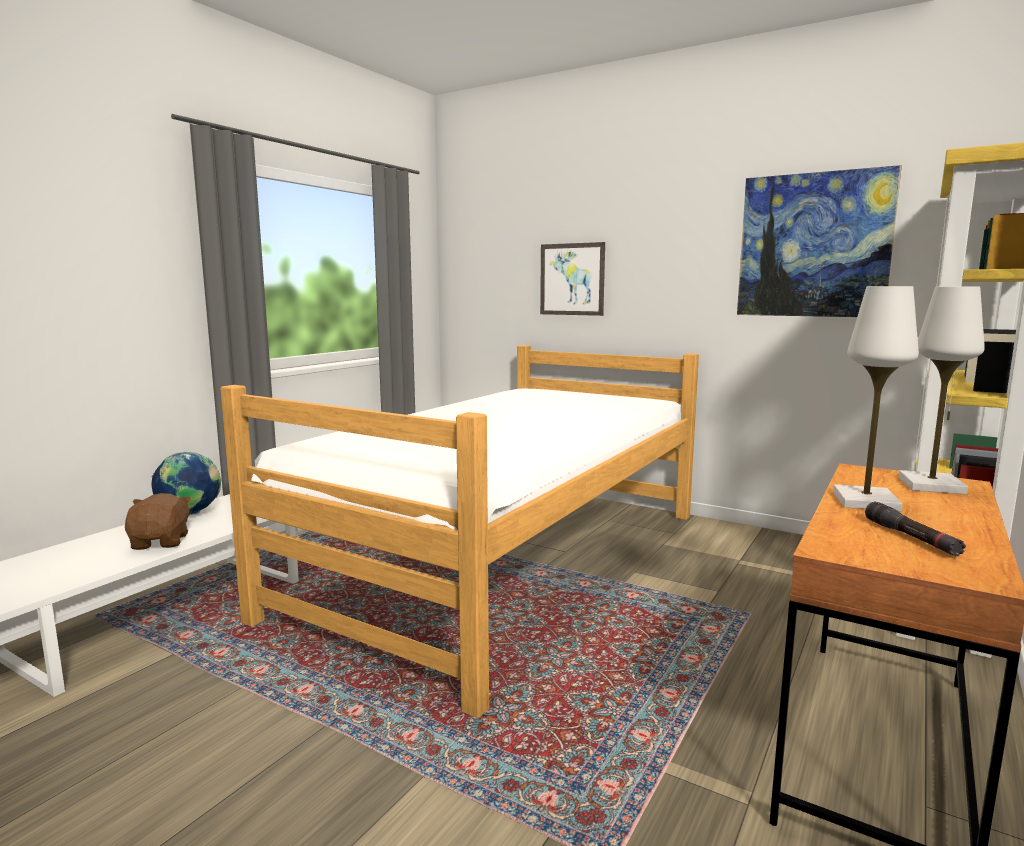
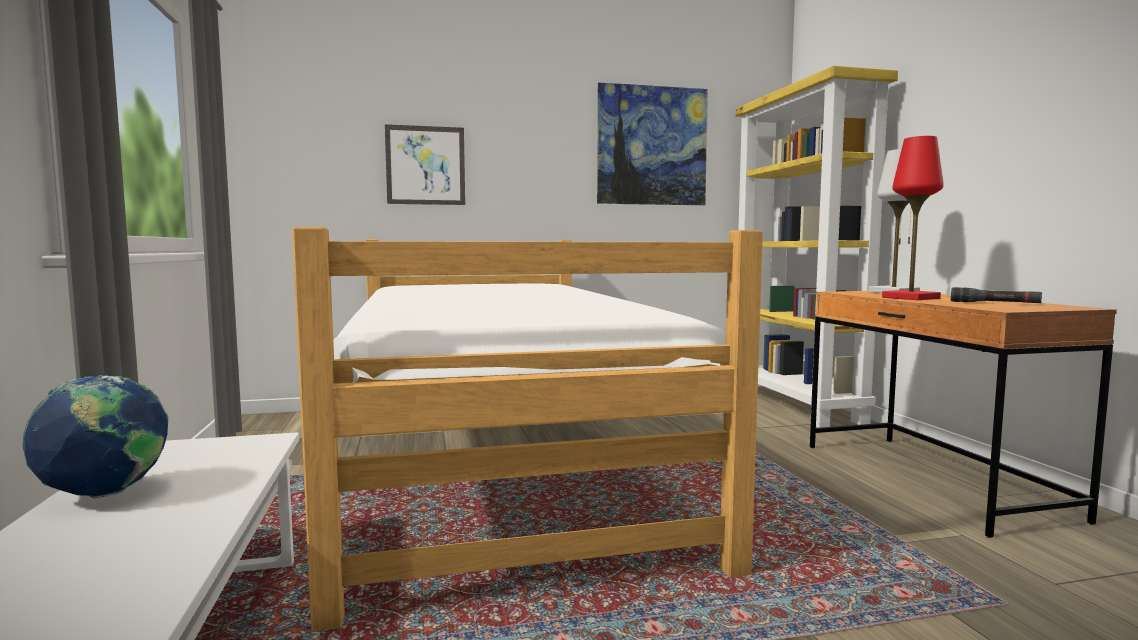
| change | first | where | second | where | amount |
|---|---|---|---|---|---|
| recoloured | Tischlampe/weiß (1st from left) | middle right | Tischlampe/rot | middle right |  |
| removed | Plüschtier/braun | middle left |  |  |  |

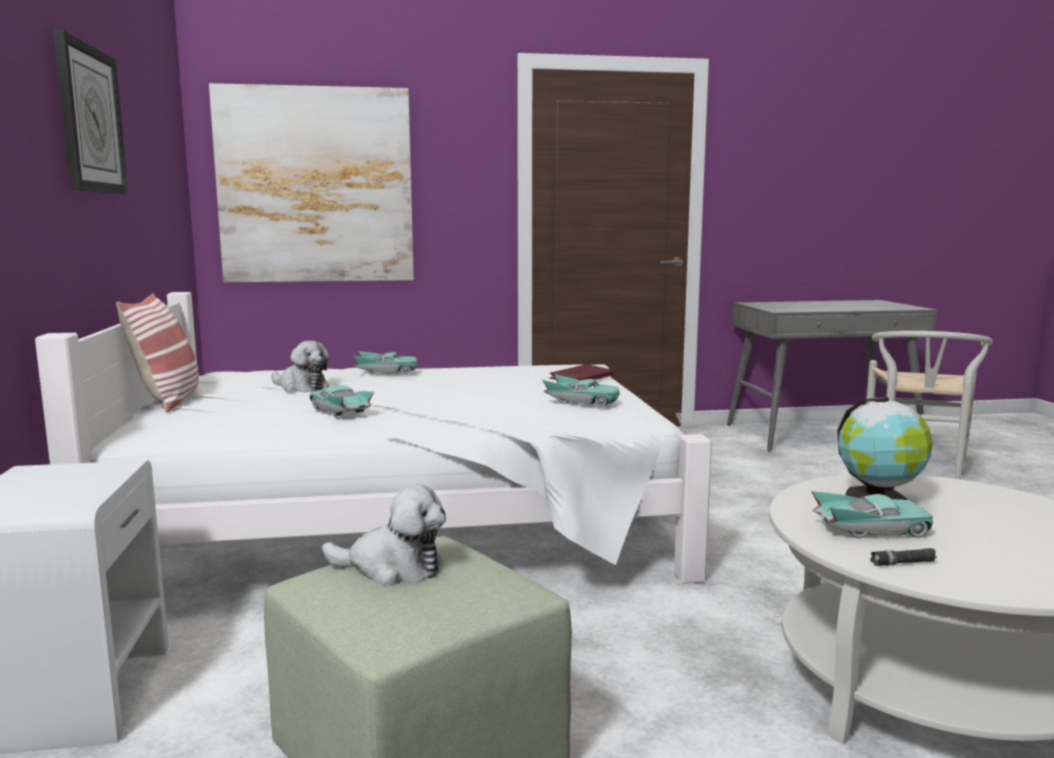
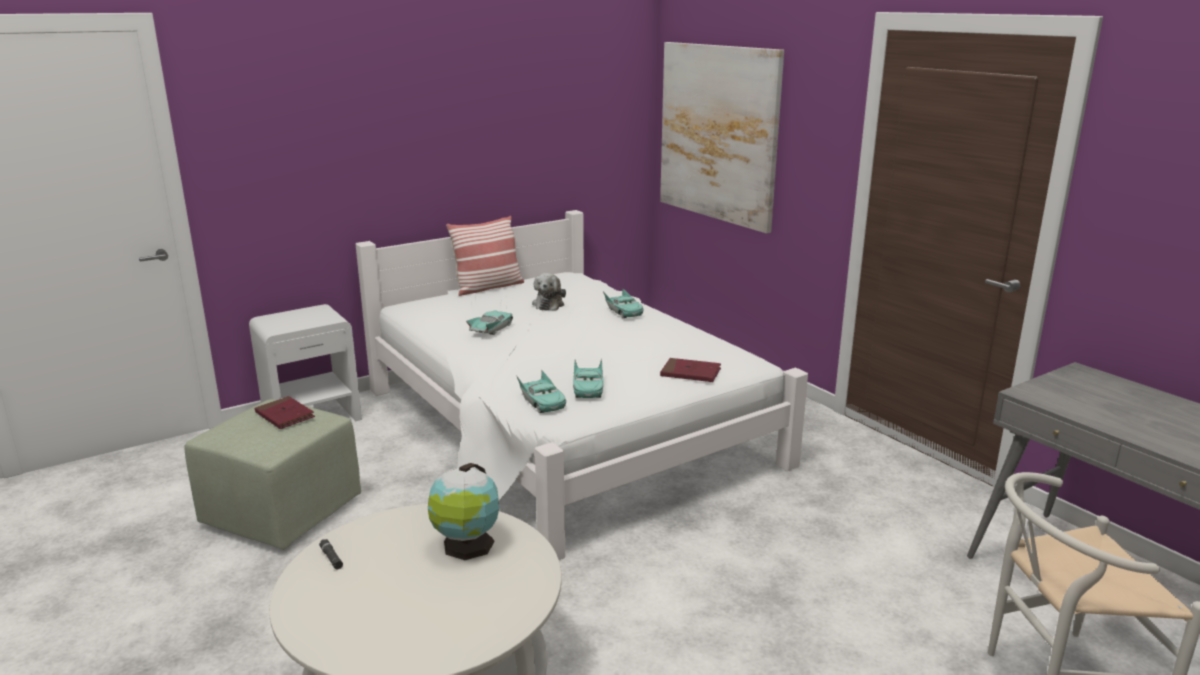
| change | first | where | second | where | amount |
|---|---|---|---|---|---|
| removed | Wanduhr | top left |  |  |  |
| replaced | Plüschtier (2nd from left) | bottom centre | Buch/rot (1st from left) | middle left |  |
| moved | Spielzeugauto/türkis (4th from left in the first image) | bottom right | Spielzeugauto/türkis (2nd from left) | centre |  |

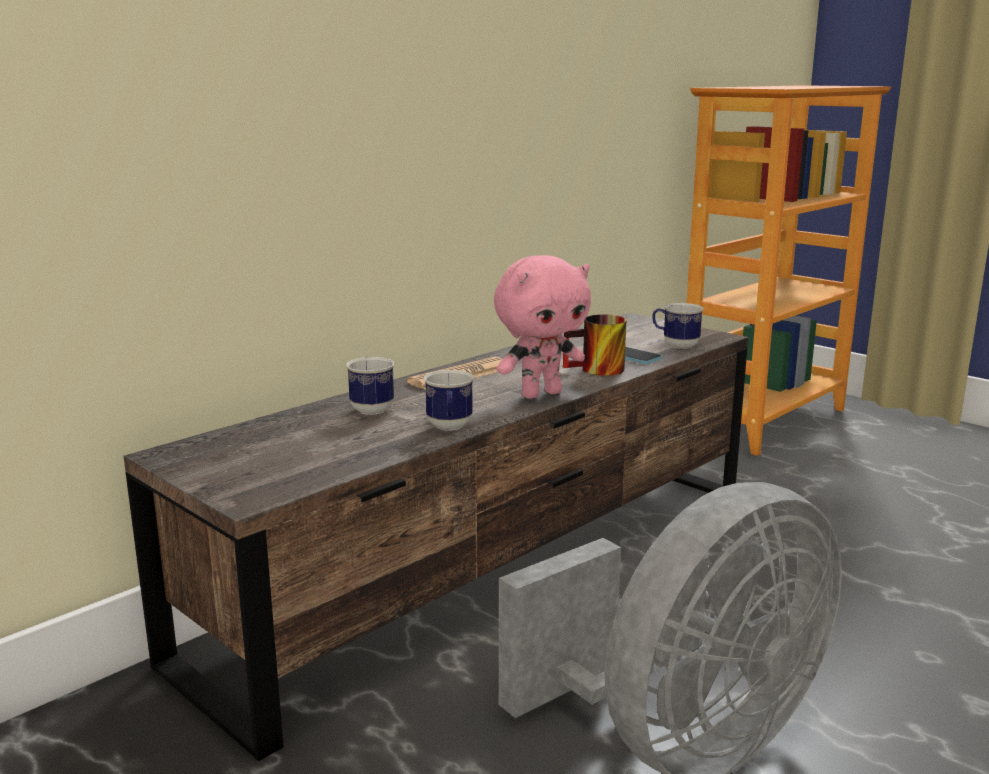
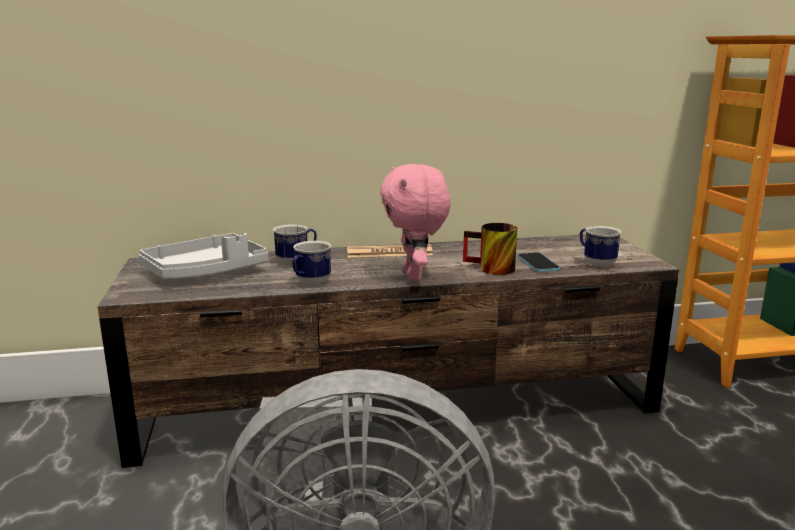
| change | first | where | second | where | amount |
|---|---|---|---|---|---|
| turned | Plüschtier/rosa | centre |  | centre | 75 degrees clockwise |
| added |  |  | Tablett/grau | middle left |  |

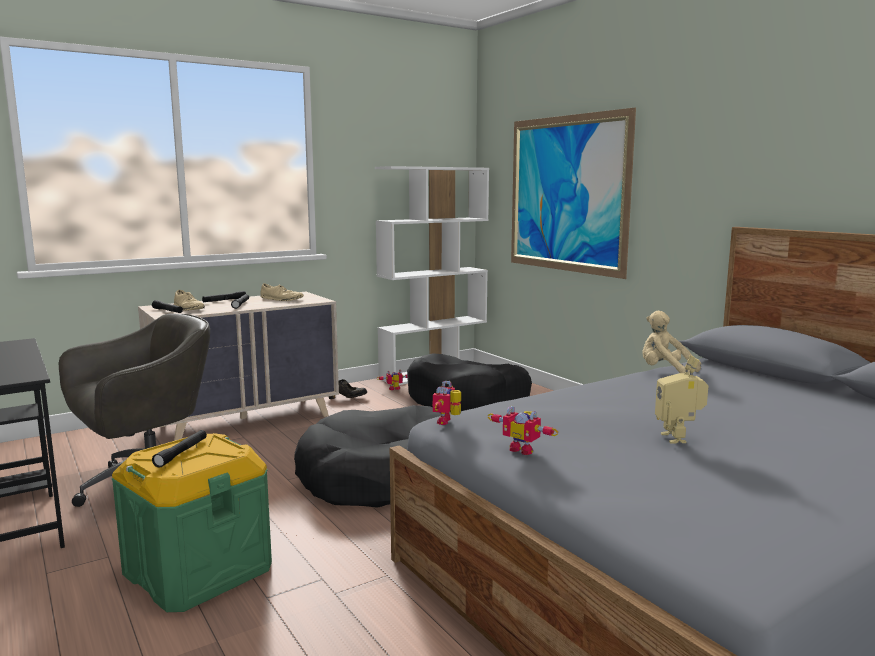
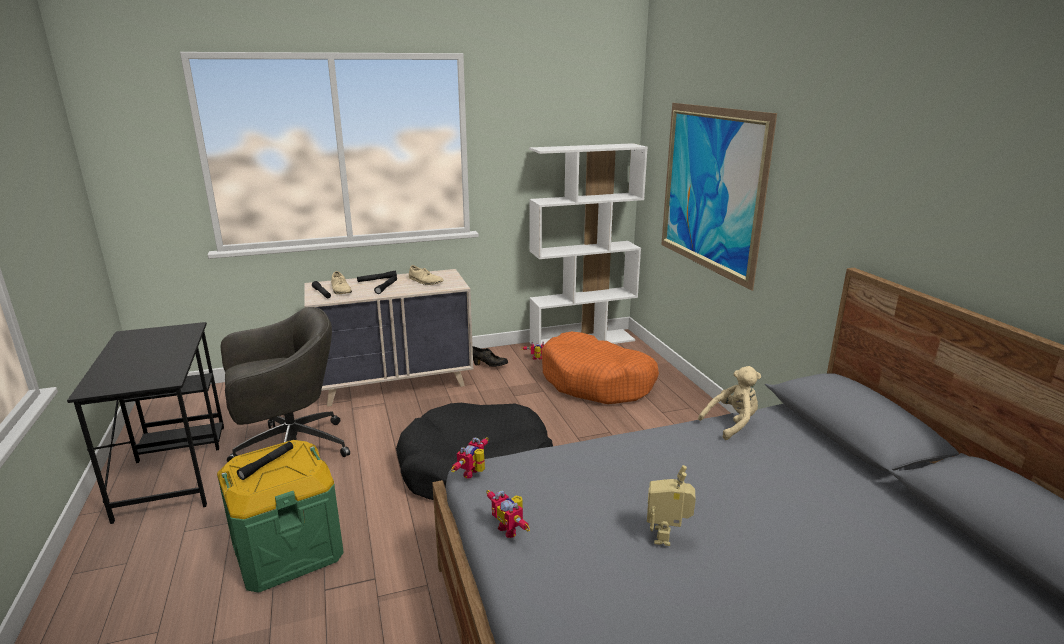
| change | first | where | second | where | amount |
|---|---|---|---|---|---|
| turned | Plüschtier/beige | middle right |  | middle right | 105 degrees clockwise |
| recoloured | Hundebett/schwarz (2nd from left) | centre | Hundebett/orange | centre |  |

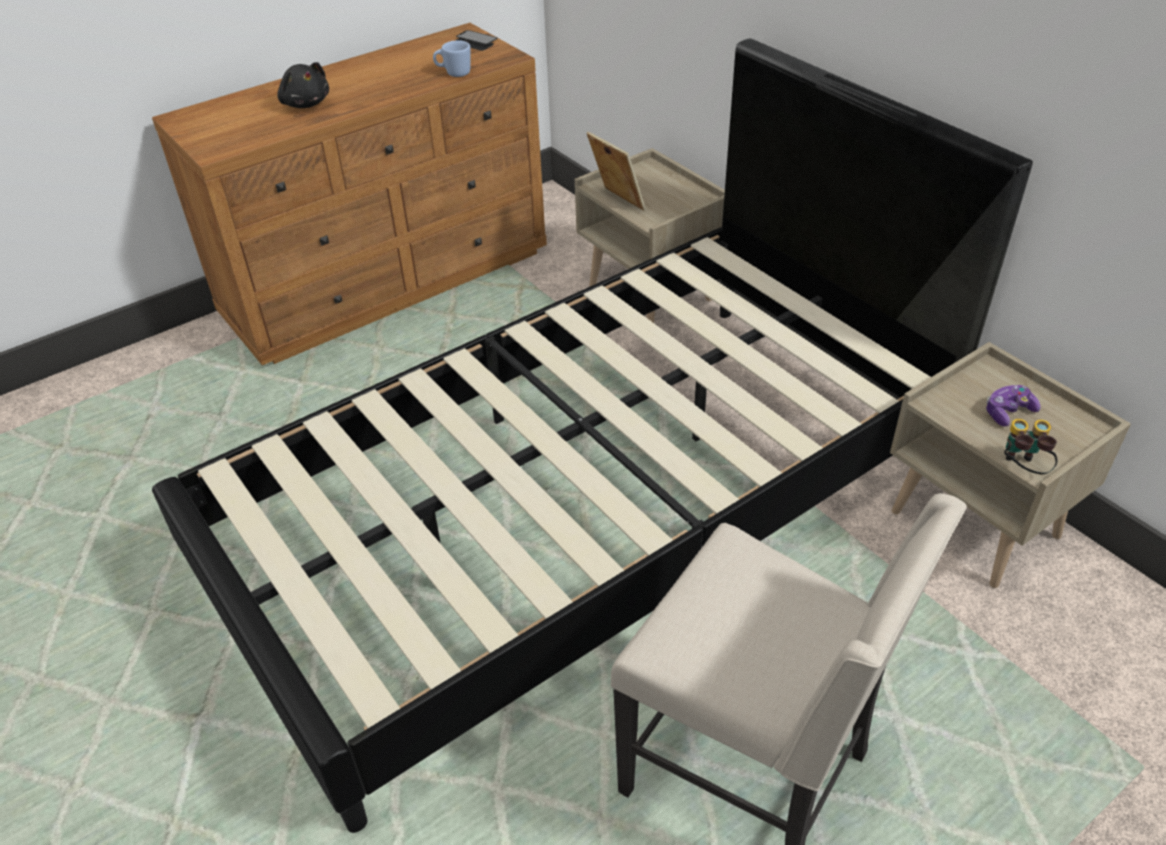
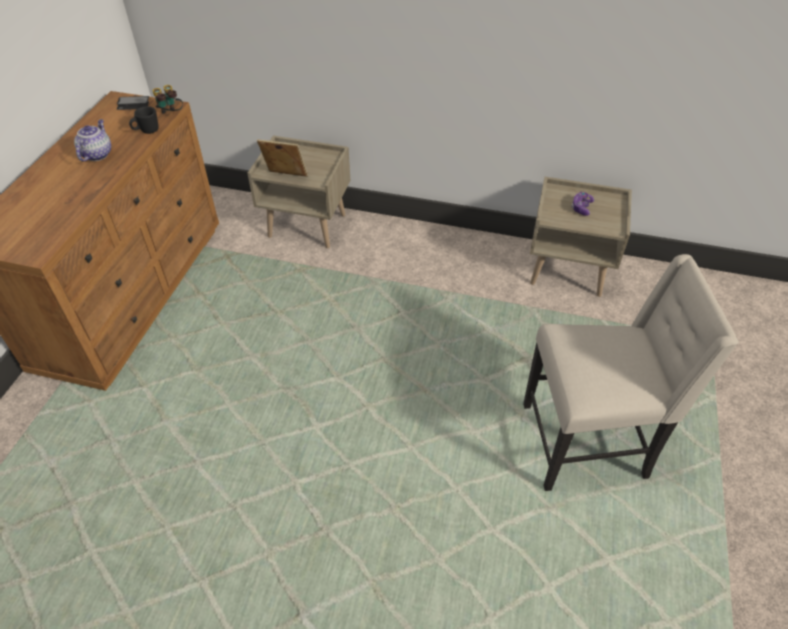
| change | first | where | second | where | amount |
|---|---|---|---|---|---|
| removed | Bett/schwarz | centre |  |  |  |
| recoloured | Henkelbecher/blau | top centre | Henkelbecher/schwarz | top left |  |
| removed | Plüschtier/schwarz | top left |  |  |  |
| moved | Fernglas | middle right |  | top left |  |
| added |  |  | Teekanne | top left |  |

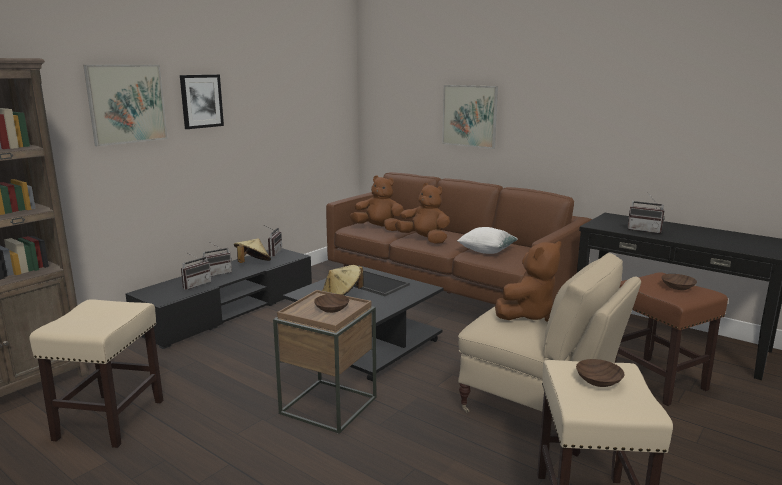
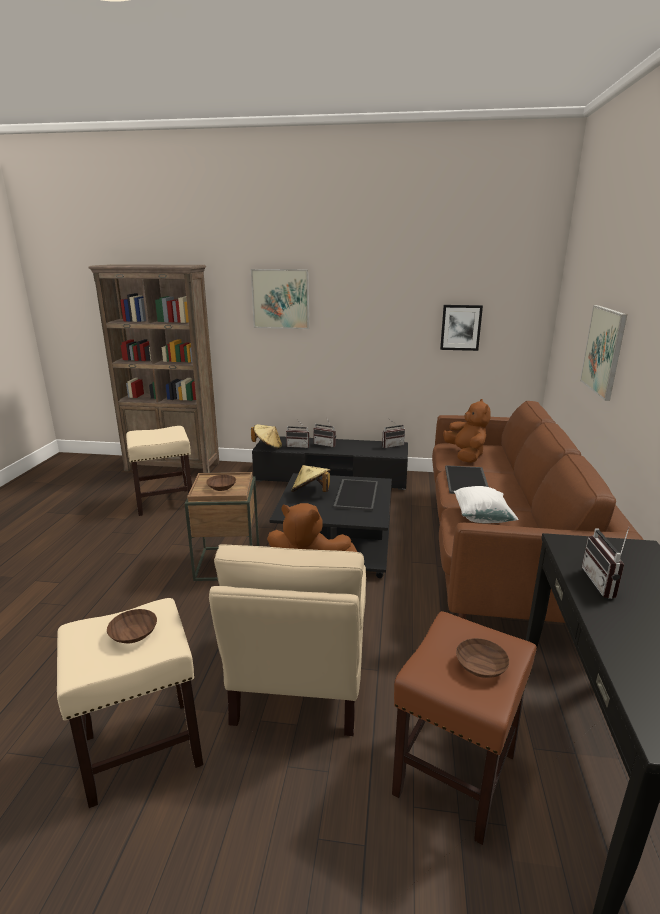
| change | first | where | second | where | amount |
|---|---|---|---|---|---|
| moved | Bild (2nd from left) | top left |  | middle right |  |
| replaced | Plüschtier/braun (2nd from left) | centre | Tablett (2nd from left) | middle right |  |
| moved | Hut/beige (1st from left) | middle left |  | centre |  |

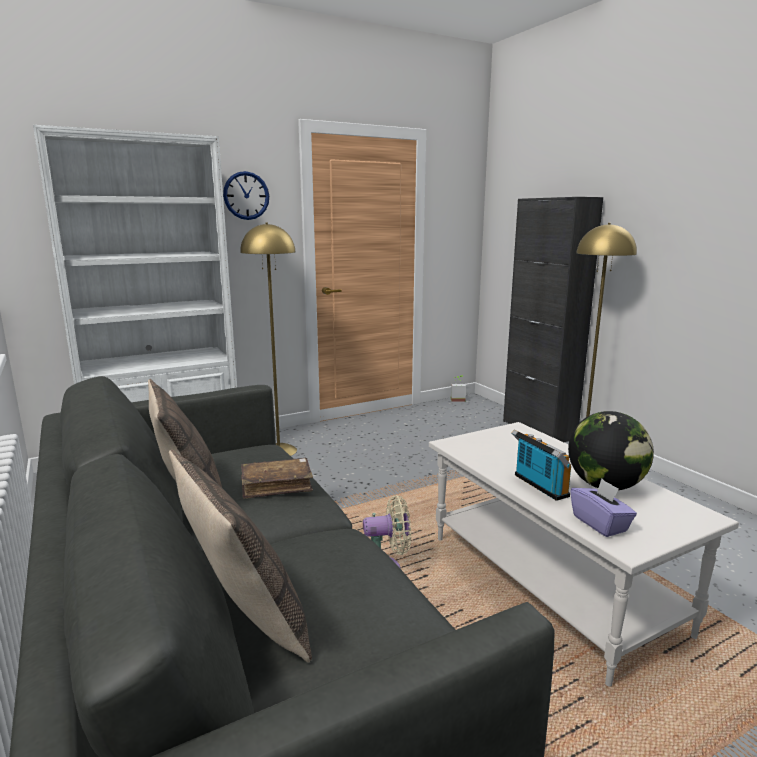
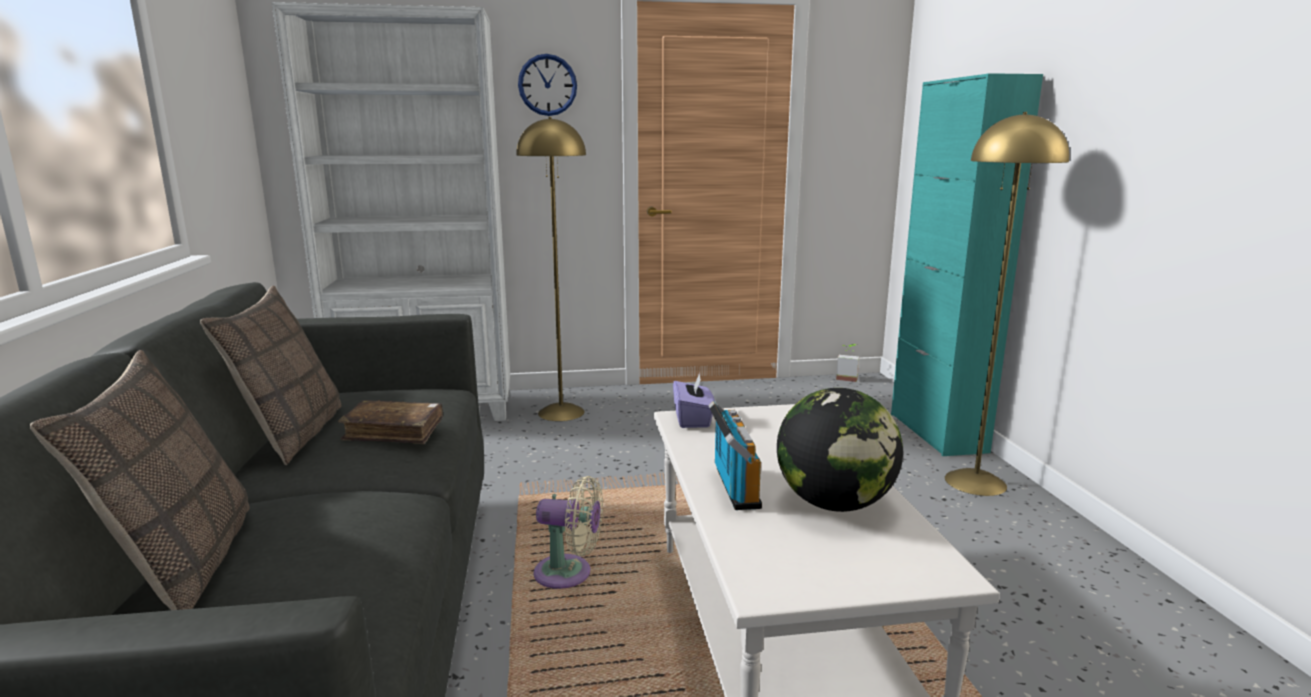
| change | first | where | second | where | amount |
|---|---|---|---|---|---|
| recoloured | Schrank/schwarz | middle right | Schrank/türkis | middle right |  |
| moved | Taschentuchbox/lila | bottom right |  | centre |  |

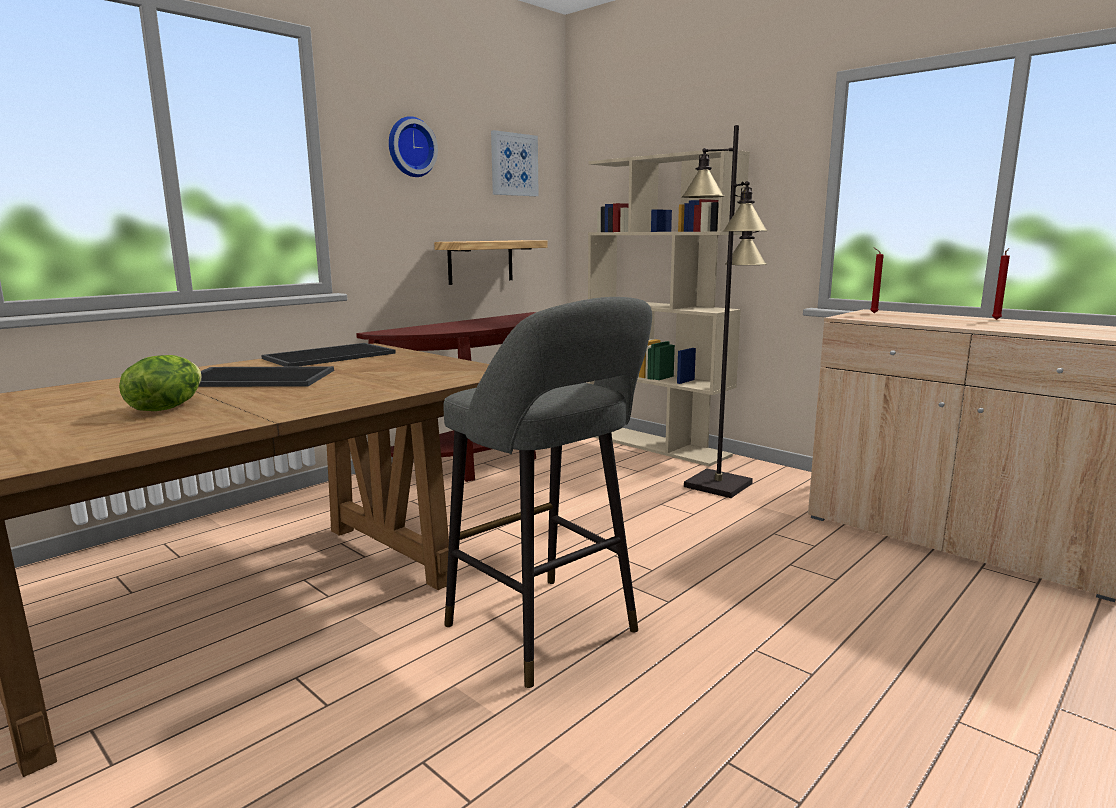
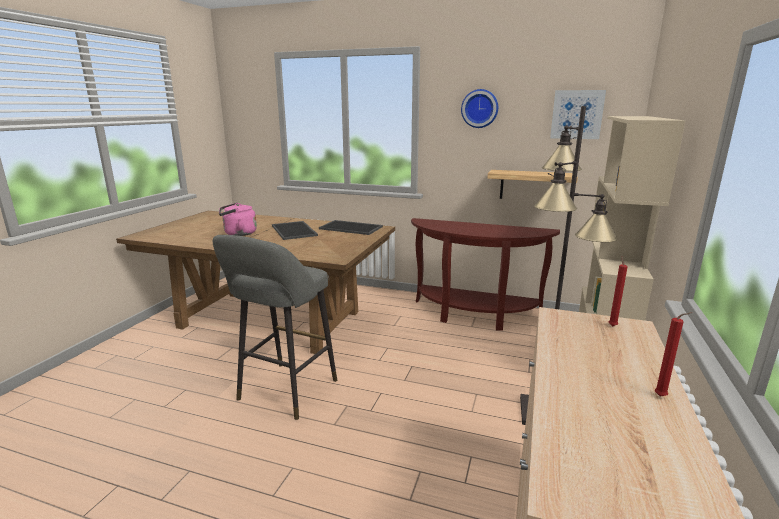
| change | first | where | second | where | amount |
|---|---|---|---|---|---|
| replaced | Salatkopf | middle left | Wasserkessel/rosa | middle left |  |

